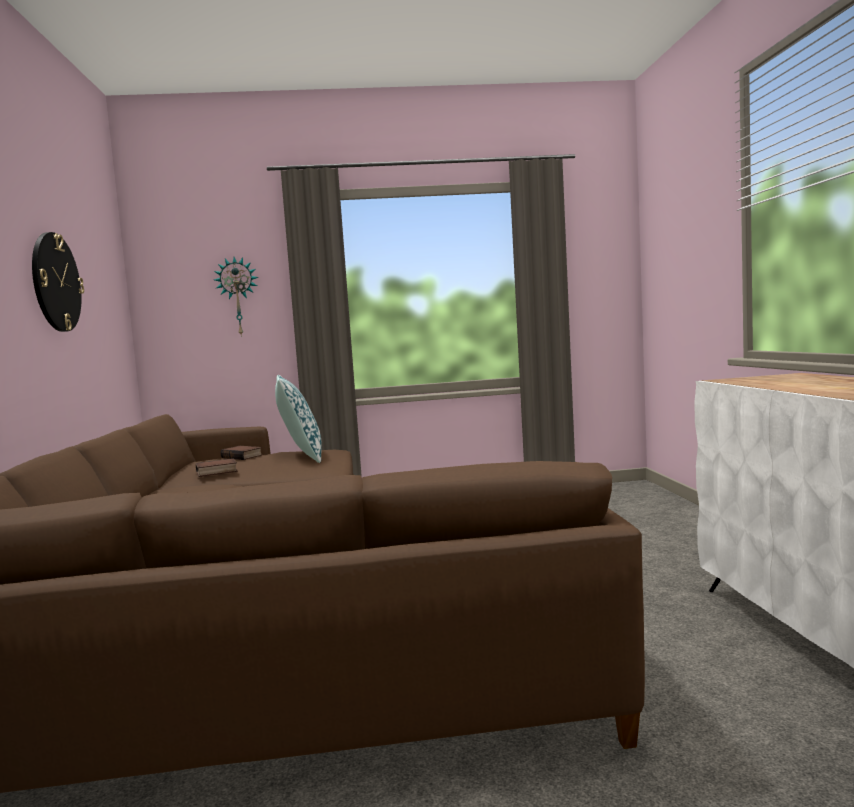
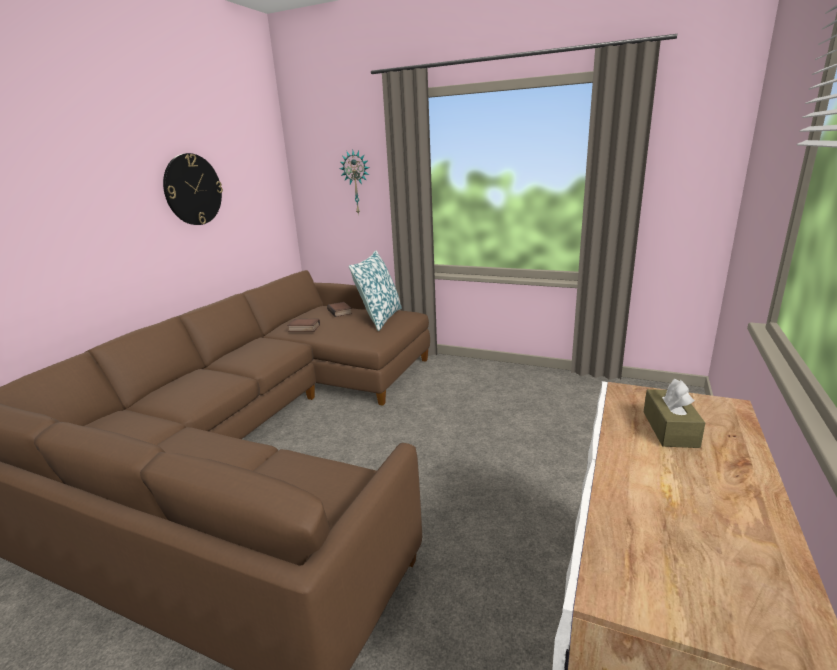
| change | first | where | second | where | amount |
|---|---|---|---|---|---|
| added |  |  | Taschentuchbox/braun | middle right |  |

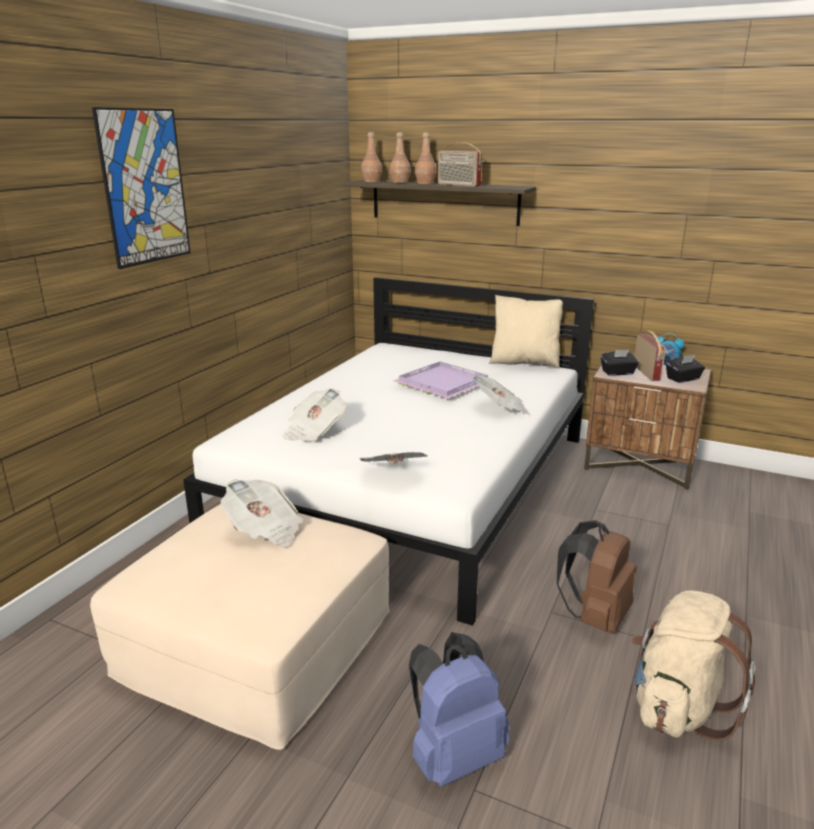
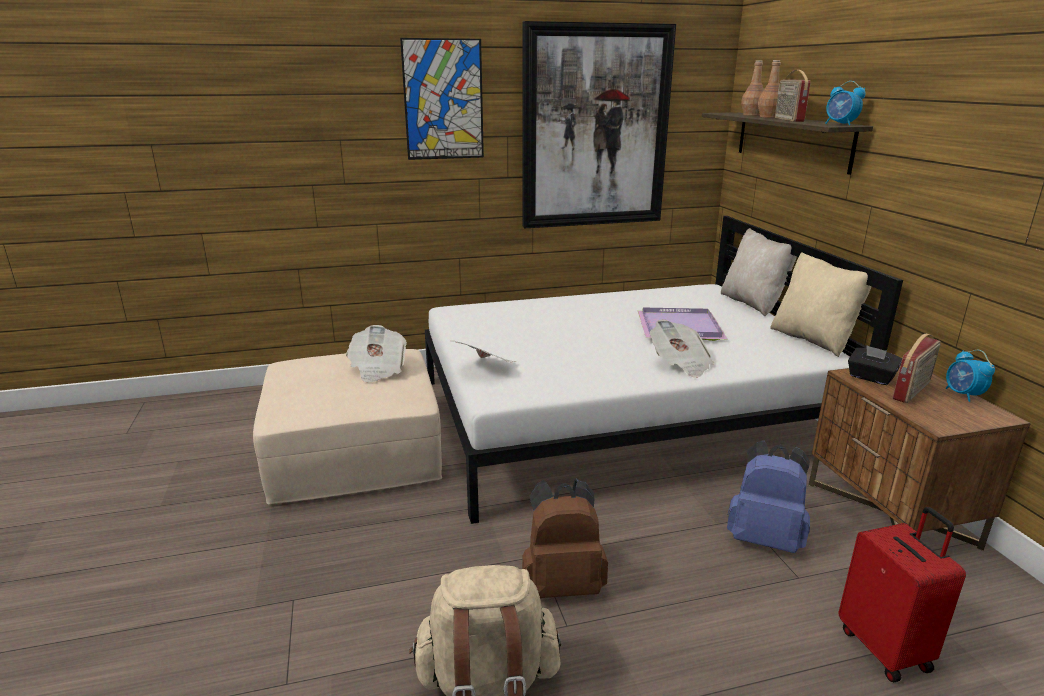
| change | first | where | second | where | amount |
|---|---|---|---|---|---|
| removed | Flasche/braun (1st from left) | top centre |  |  |  |
| removed | Taschentuchbox/schwarz (2nd from left) | middle right |  |  |  |
| removed | Zeitung (2nd from left) | centre |  |  |  |
| moved | Rucksack/blau | bottom centre |  | bottom right |  |
| added |  |  | Bild (2nd from left) | top centre |  |
| added |  |  | Wecker (1st from left) | top right |  |
| added |  |  | Kissen/beige (1st from left) | middle right |  |
| added |  |  | Koffer/rot | bottom right |  |

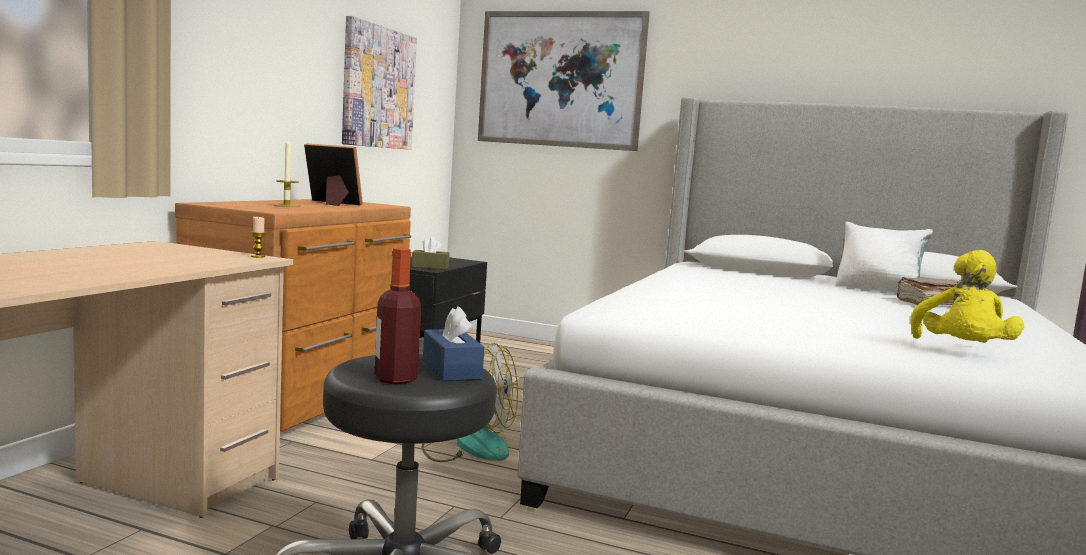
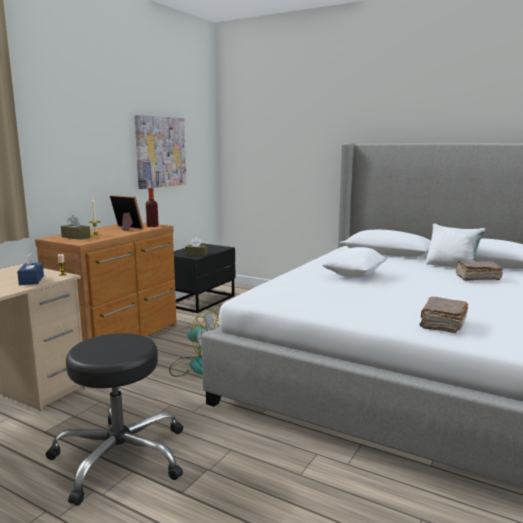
| change | first | where | second | where | amount |
|---|---|---|---|---|---|
| removed | Bild (2nd from left) | top centre |  |  |  |
| moved | Flasche | centre |  | middle left |  |
| replaced | Plüschtier/gelb | middle right | Buch/braun (1st from left) | middle right |  |
| moved | Taschentuchbox/blau | centre |  | middle left |  |
| added |  |  | Taschentuchbox/braun (1st from left) | middle left |  |
| added |  |  | Kissen/weiß (1st from left) | middle right |  |

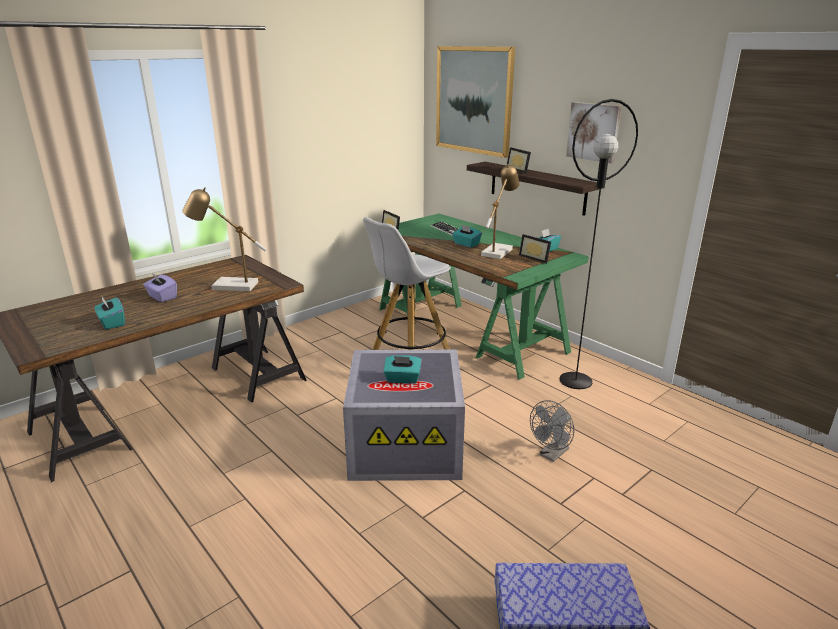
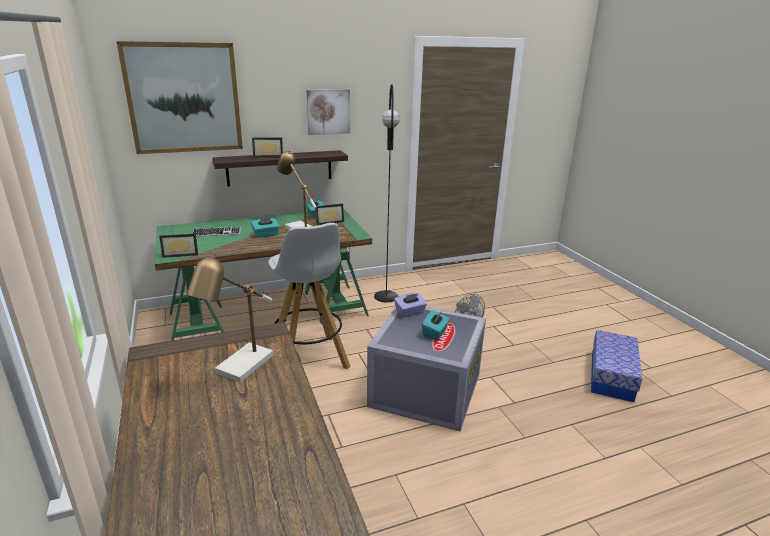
| change | first | where | second | where | amount |
|---|---|---|---|---|---|
| moved | Taschentuchbox/lila | middle left |  | centre |  |
| removed | Taschentuchbox/türkis (1st from left) | middle left |  |  |  |

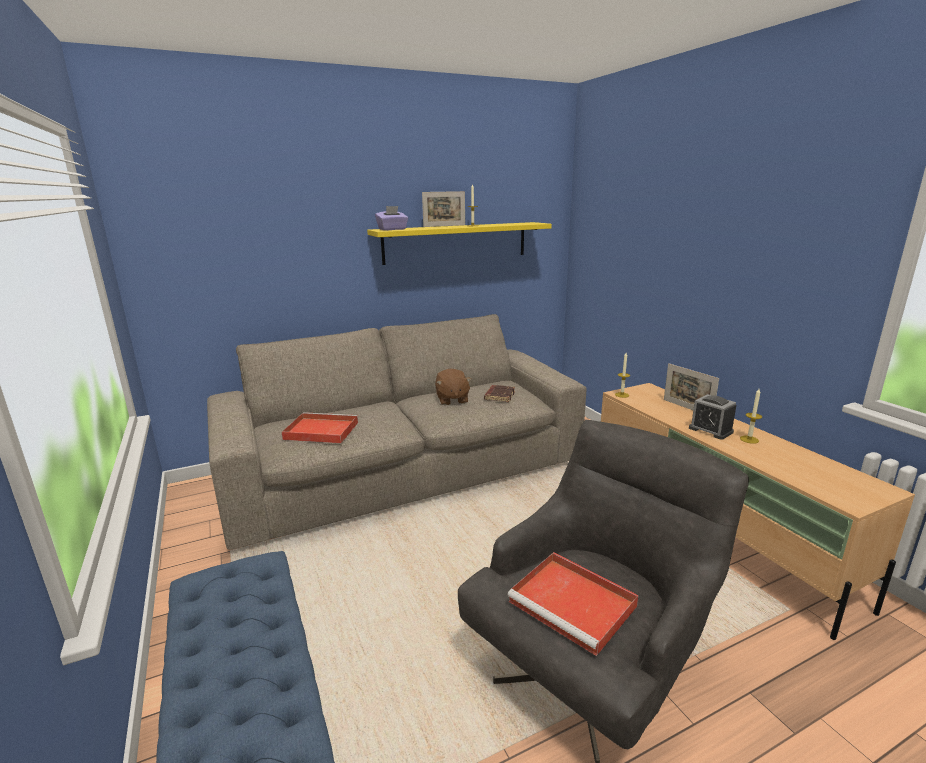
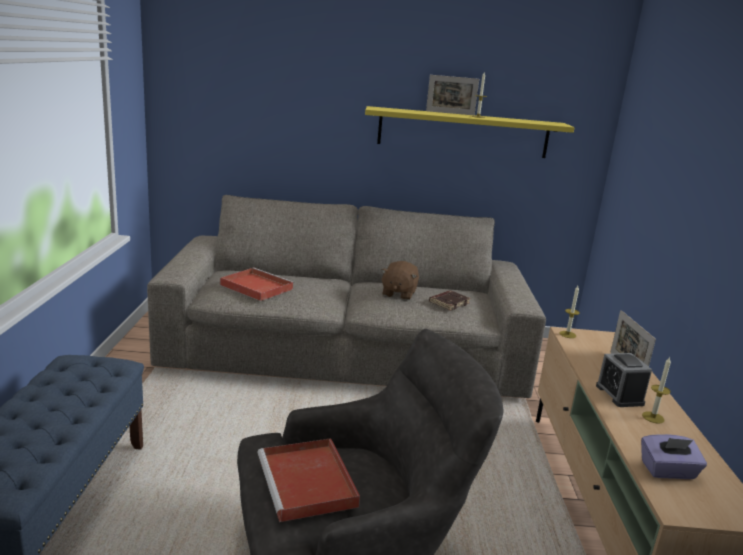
| change | first | where | second | where | amount |
|---|---|---|---|---|---|
| moved | Taschentuchbox/lila | top centre |  | bottom right |  |

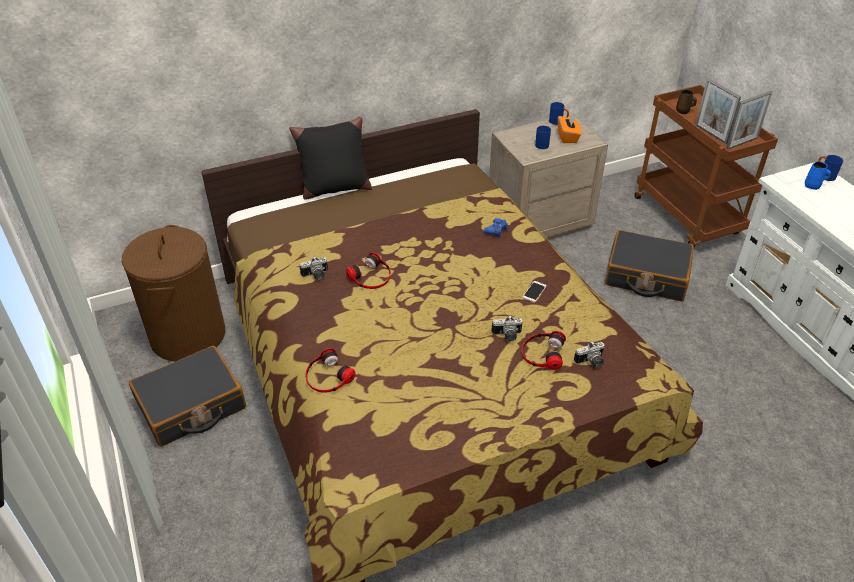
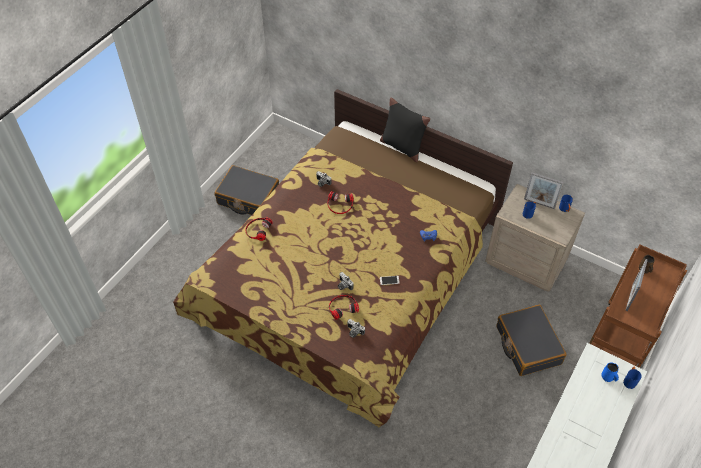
| change | first | where | second | where | amount |
|---|---|---|---|---|---|
| moved | Bilderrahmen (2nd from left in the first image) | top right | Bilderrahmen (1st from left) | middle right |  |
| removed | Taschentuchbox/orange | top centre |  |  |  |
| removed | Wäschekorb/braun | middle left |  |  |  |

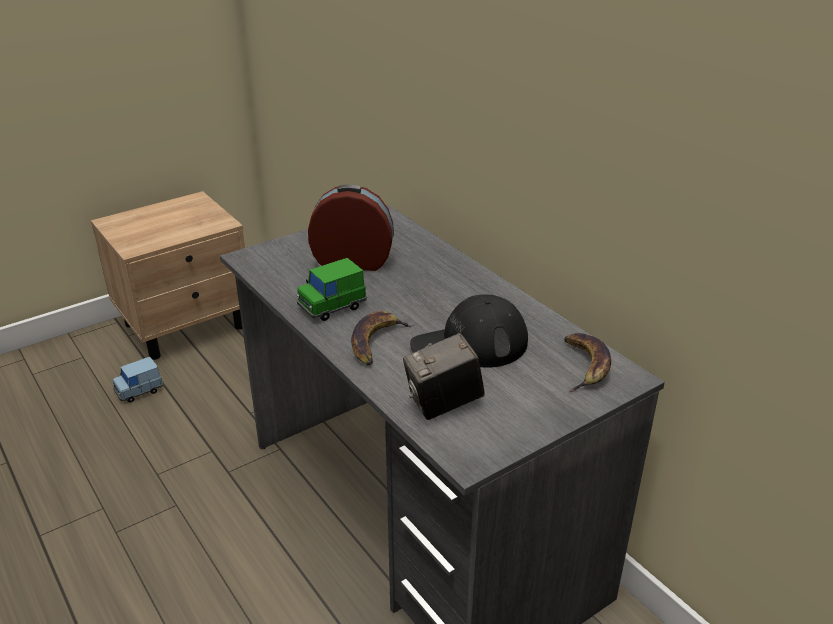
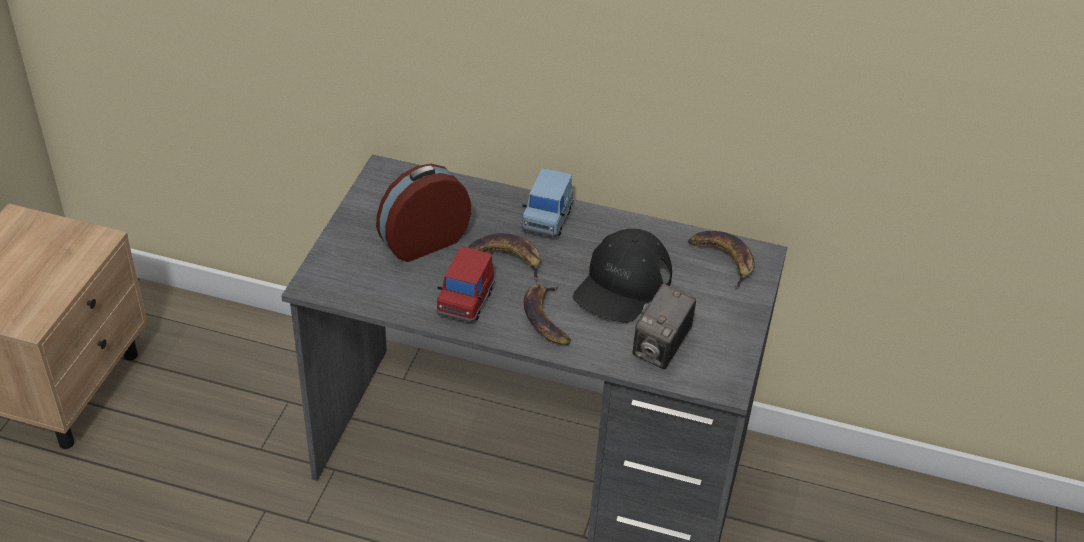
| change | first | where | second | where | amount |
|---|---|---|---|---|---|
| recoloured | Spielzeugauto/grün | centre | Spielzeugauto/rot | centre |  |
| moved | Spielzeugauto/blau | middle left |  | centre |  |
| added |  |  | Banane (1st from left) | centre |  |

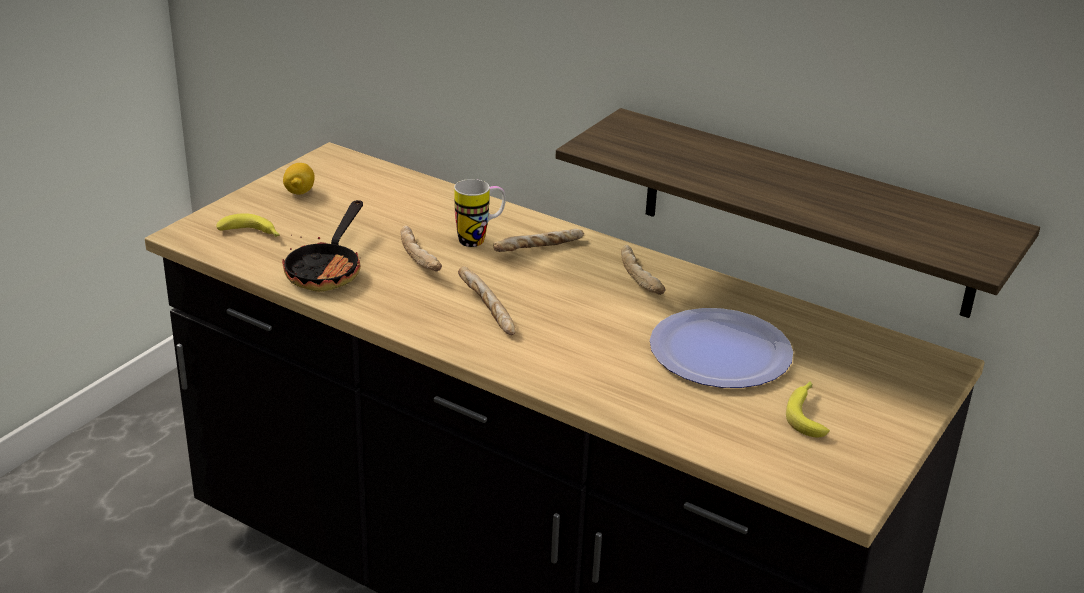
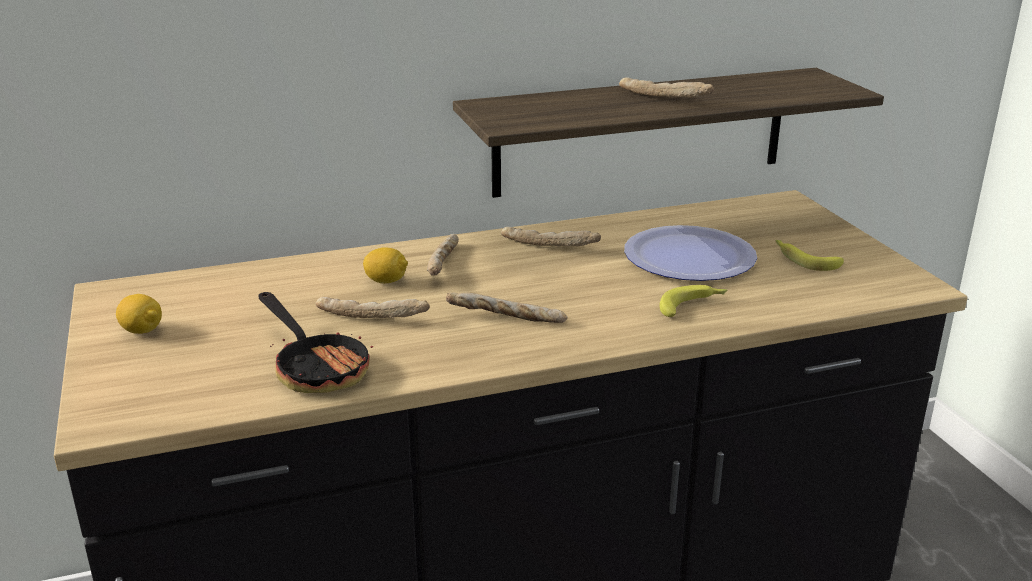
| change | first | where | second | where | amount |
|---|---|---|---|---|---|
| replaced | Henkelbecher | centre | Zitrone (2nd from left) | centre |  |
| moved | Banane (1st from left) | middle left |  | middle right |  |
| added |  |  | Brot (5th from left) | top centre |  |

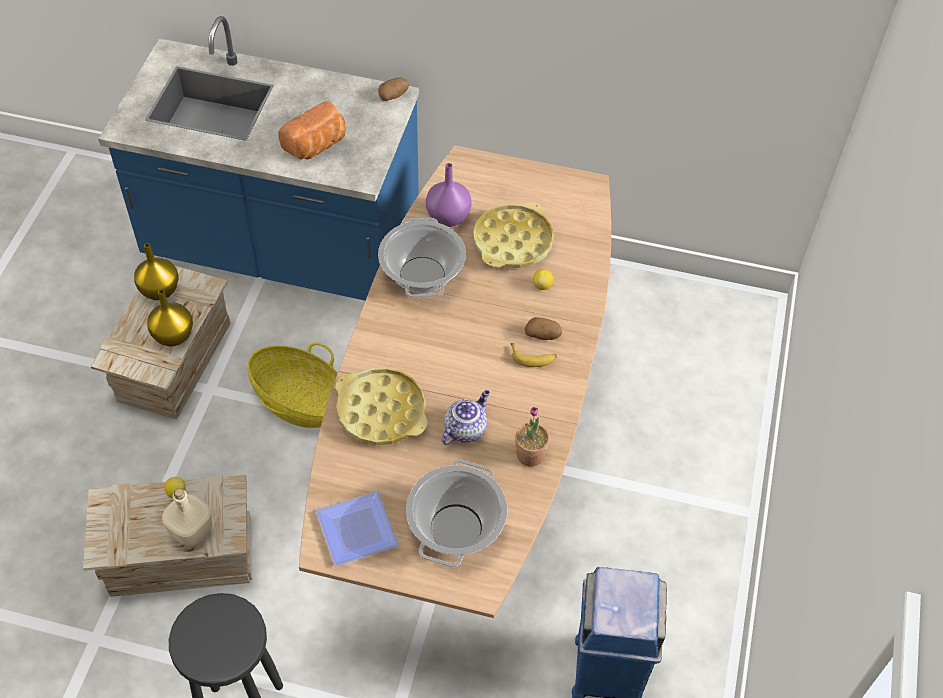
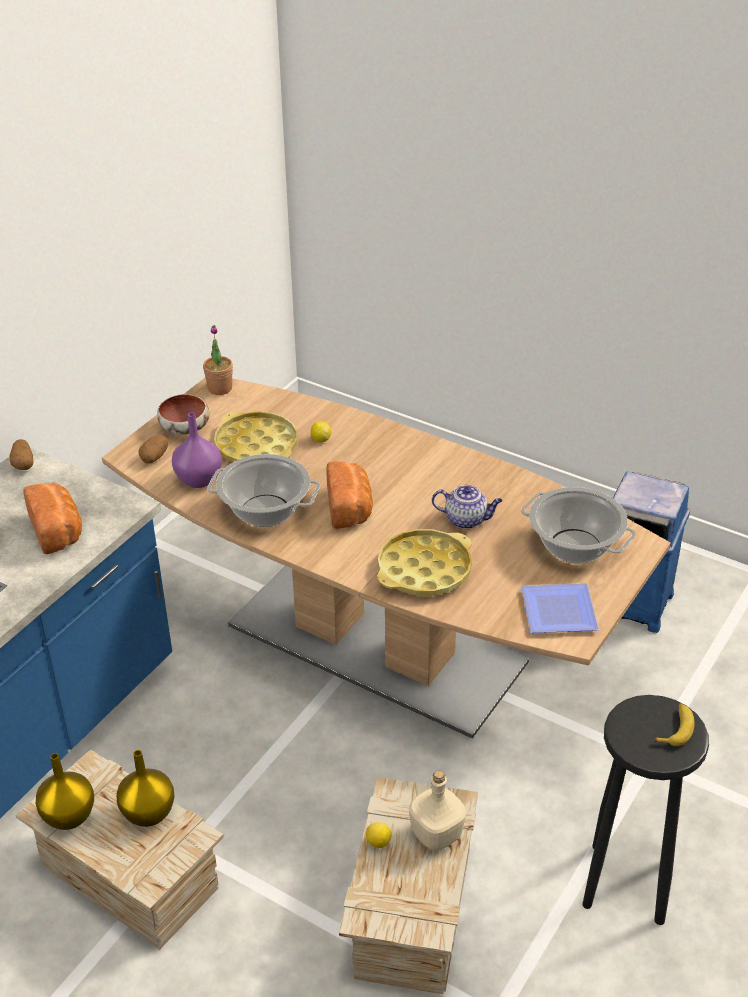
| change | first | where | second | where | amount |
|---|---|---|---|---|---|
| moved | Kartoffel (2nd from left) | centre |  | middle left |  |
| removed | Korb | middle left |  |  |  |
| moved | Banane | centre |  | bottom right |  |
| turned | Teekanne | centre |  | centre | 135 degrees clockwise |
| moved | Topfpflanze | centre |  | middle left |  |
| added |  |  | Schüssel | middle left |  |
| added |  |  | Brot (2nd from left) | centre |  |

